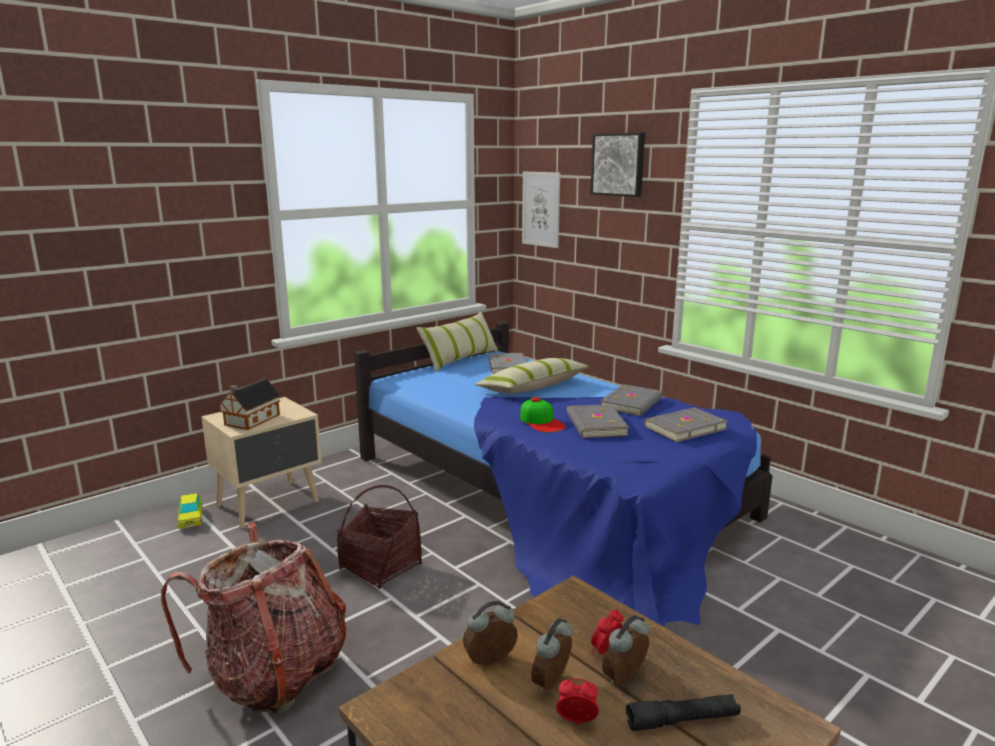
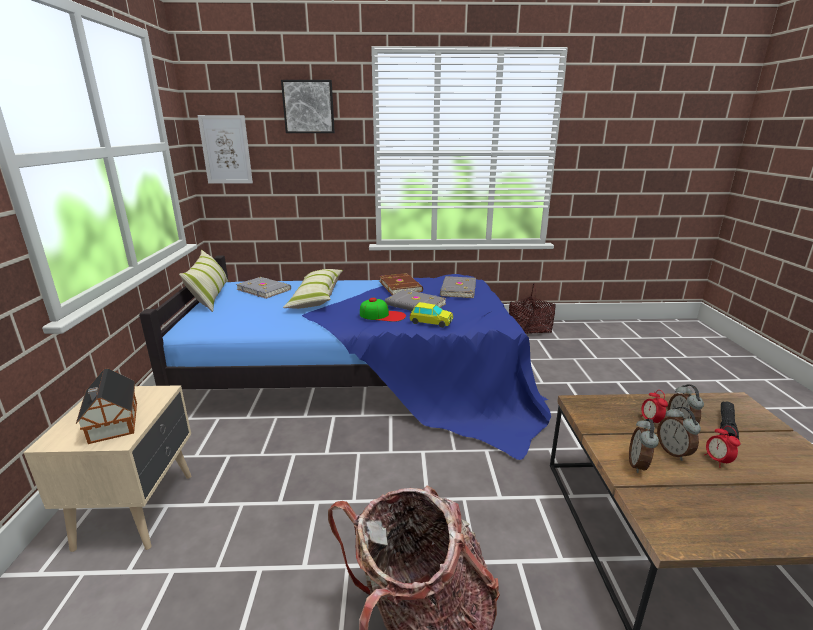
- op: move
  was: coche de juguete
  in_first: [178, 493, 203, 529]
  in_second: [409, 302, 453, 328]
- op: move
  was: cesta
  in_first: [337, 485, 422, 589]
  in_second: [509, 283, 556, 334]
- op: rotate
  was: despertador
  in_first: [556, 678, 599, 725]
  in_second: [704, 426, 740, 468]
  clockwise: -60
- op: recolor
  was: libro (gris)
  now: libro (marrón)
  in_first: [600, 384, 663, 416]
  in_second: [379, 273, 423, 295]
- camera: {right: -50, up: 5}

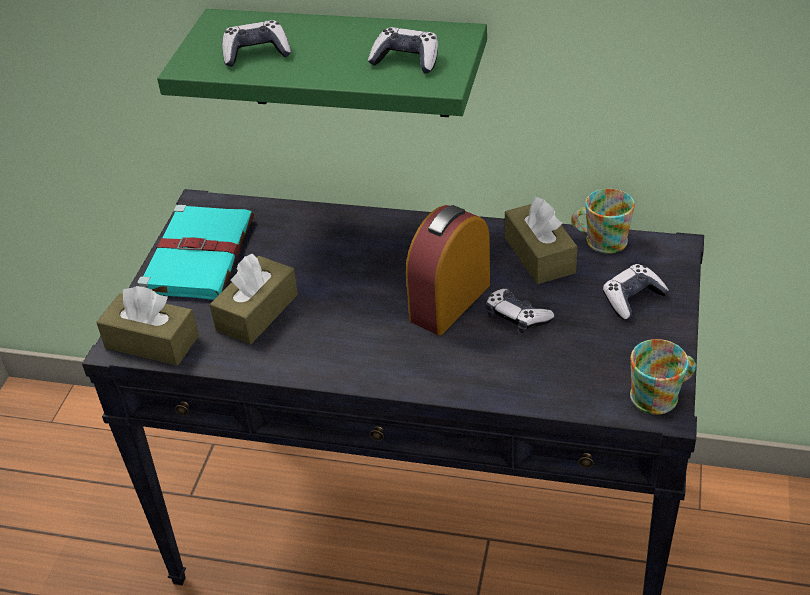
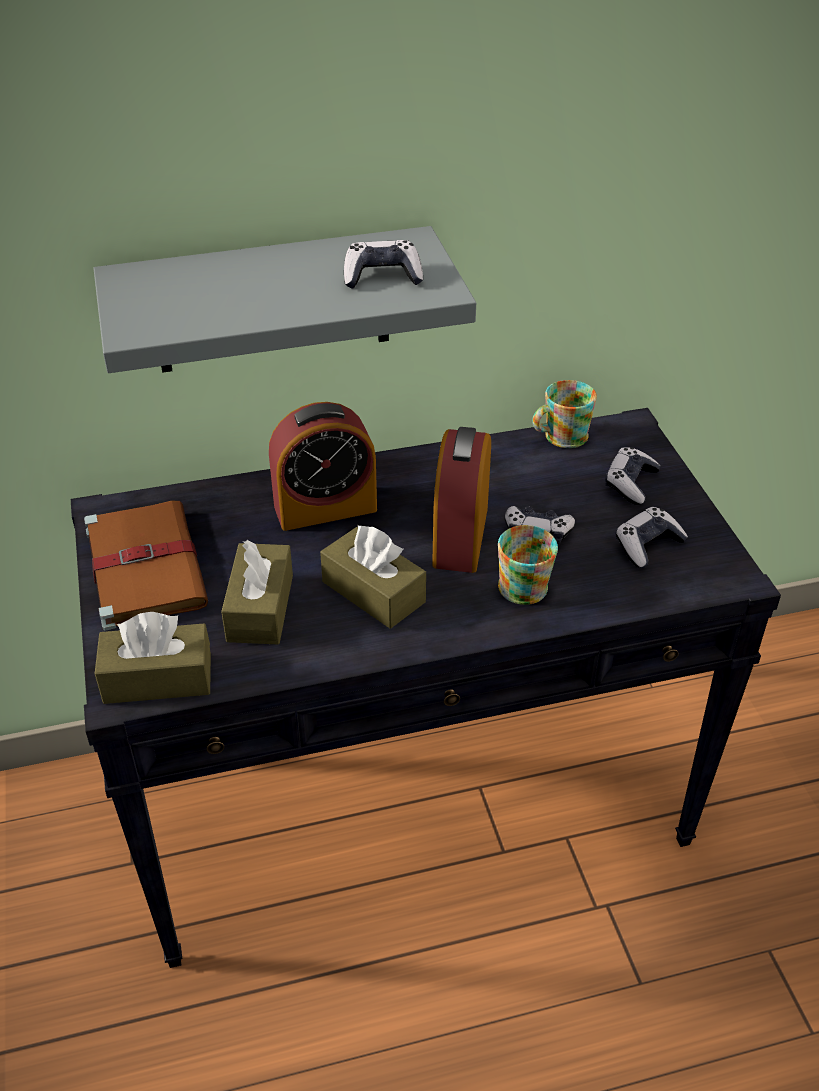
- op: recolor
  was: libro (turquesa)
  now: libro (marrón)
  in_first: [137, 205, 254, 300]
  in_second: [84, 501, 208, 631]
- op: recolor
  was: estante (verde)
  now: estante (gris)
  in_first: [157, 9, 487, 117]
  in_second: [93, 226, 476, 373]
- op: move
  was: mando de consola
  in_first: [222, 20, 291, 67]
  in_second: [616, 507, 688, 568]
- op: move
  was: caja de pañuelos (marrón)
  in_first: [505, 197, 578, 284]
  in_second: [320, 526, 426, 629]
- op: move
  was: taza grande
  in_first: [630, 339, 696, 415]
  in_second: [498, 525, 558, 605]
- op: insert
  now: despertador
  in_second: [269, 402, 377, 531]
- camera: {right: -30, up: 0}

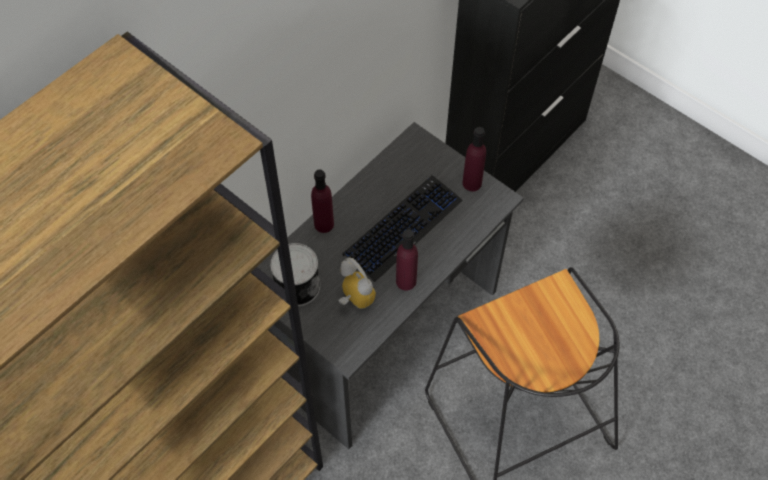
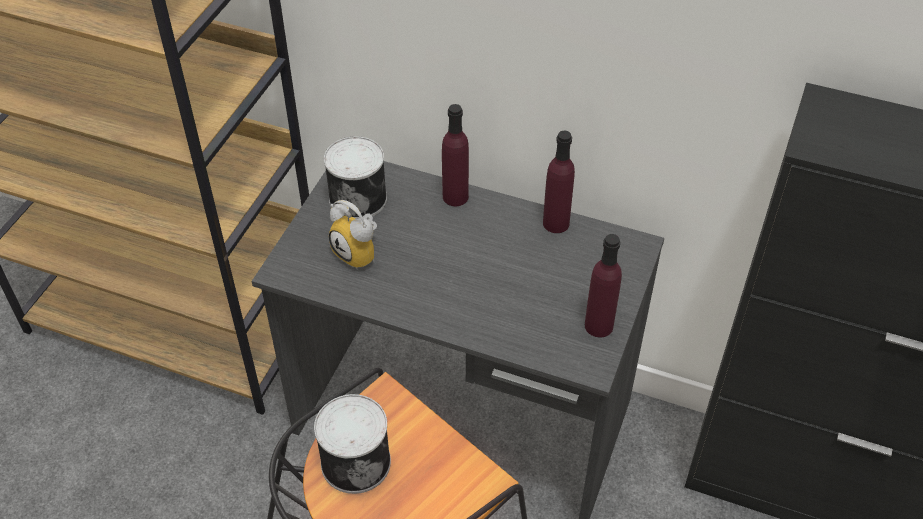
- op: rotate
  was: despertador
  in_first: [338, 257, 376, 309]
  in_second: [329, 200, 377, 270]
  clockwise: 105
- op: delete
  was: teclado
  in_first: [342, 175, 463, 282]
- op: move
  was: botella (morado)
  in_first: [396, 229, 418, 291]
  in_second: [543, 131, 575, 233]
- op: insert
  now: lata
  in_second: [314, 394, 391, 494]
- camera: {right: 70, up: -10}

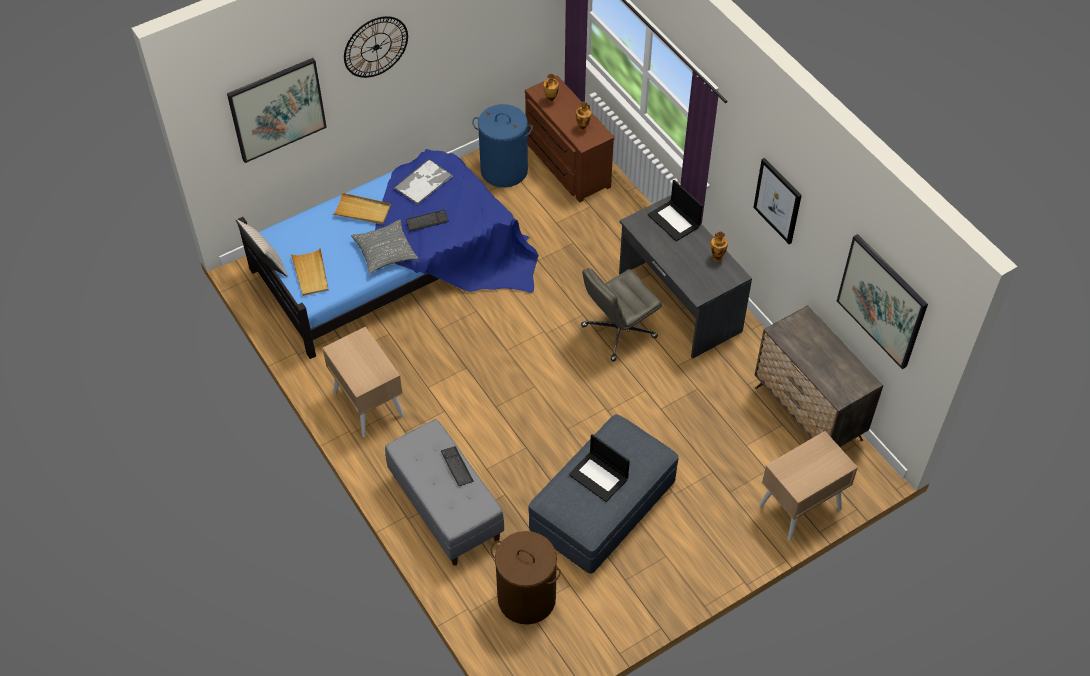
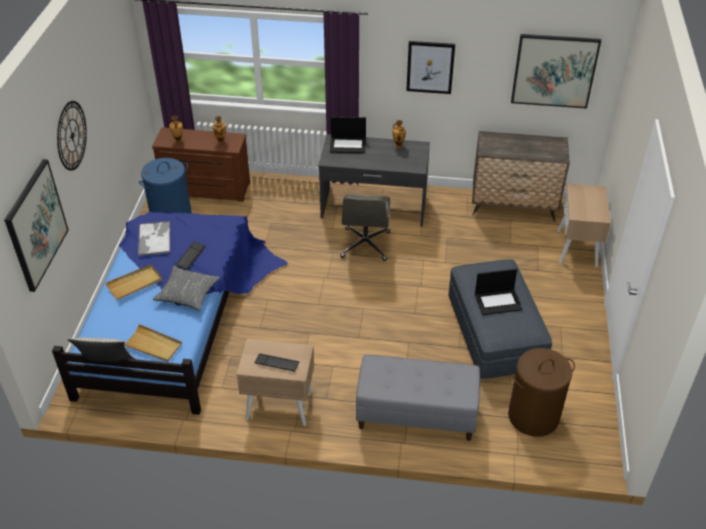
- op: move
  was: teclado
  in_first: [441, 446, 474, 486]
  in_second: [255, 353, 300, 371]
- camera: {right: -50, up: -10}

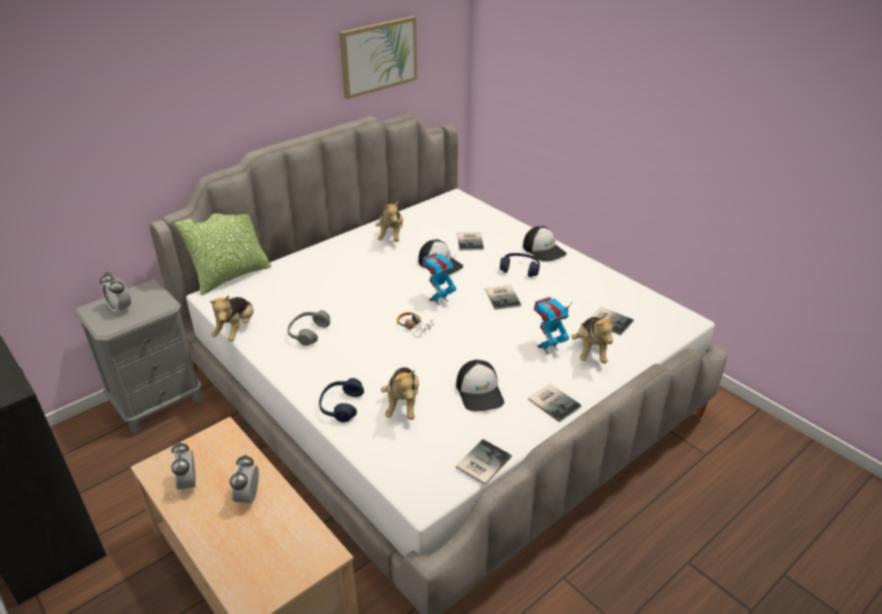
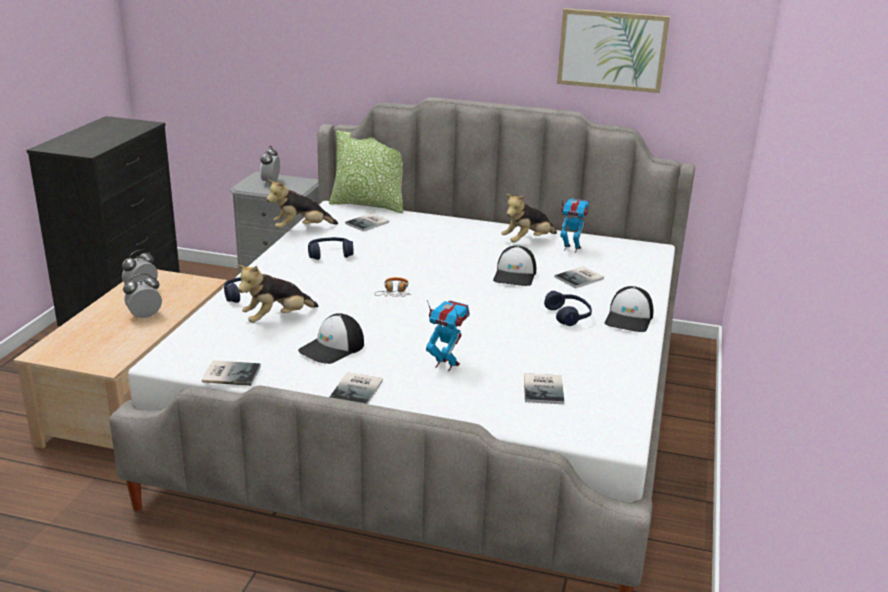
- op: recolor
  was: auriculares (gris)
  now: auriculares (azul)
  in_first: [288, 310, 330, 346]
  in_second: [308, 237, 353, 260]
- op: move
  was: robot de juguete
  in_first: [422, 253, 456, 305]
  in_second: [560, 196, 589, 253]
- op: move
  was: libro
  in_first: [485, 285, 521, 310]
  in_second: [345, 213, 389, 232]
- op: delete
  was: peluche
  in_first: [571, 316, 615, 363]
- camera: {right: 55, up: -10}

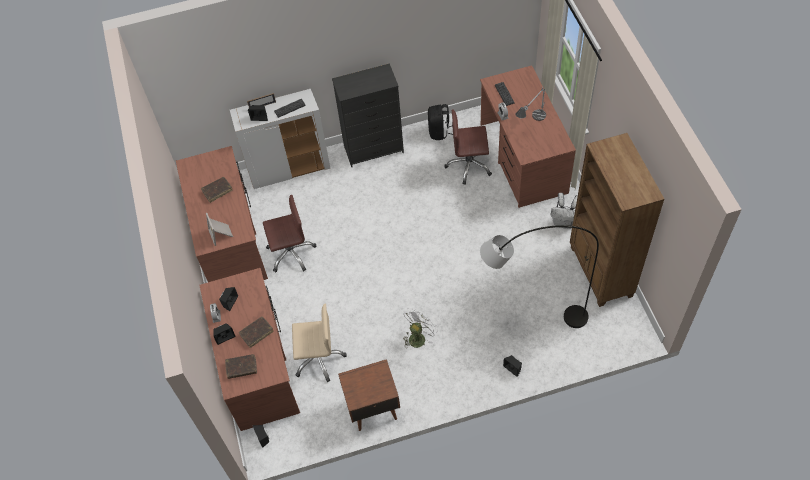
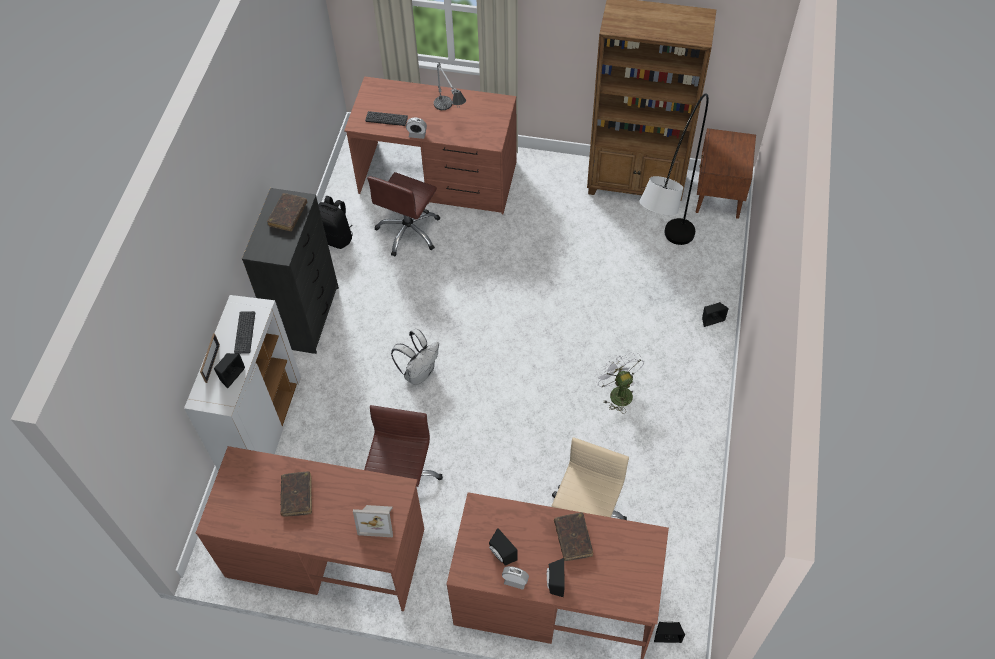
- op: move
  was: libro (marrón)
  in_first: [225, 354, 257, 379]
  in_second: [267, 193, 307, 231]
- op: move
  was: mesita de noche (marrón)
  in_first: [338, 359, 400, 431]
  in_second: [695, 128, 756, 219]
- op: move
  was: mochila (blanco)
  in_first: [551, 193, 578, 229]
  in_second: [391, 329, 439, 385]
- camera: {right: -65, up: 0}

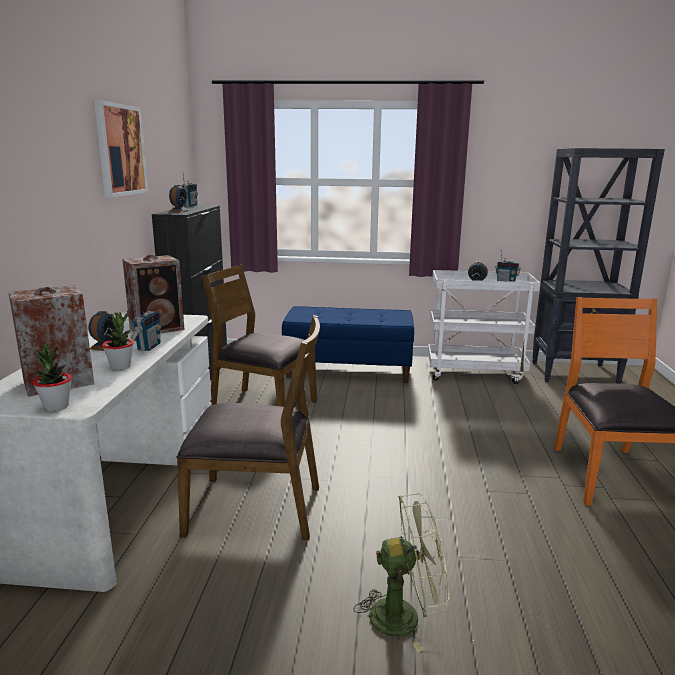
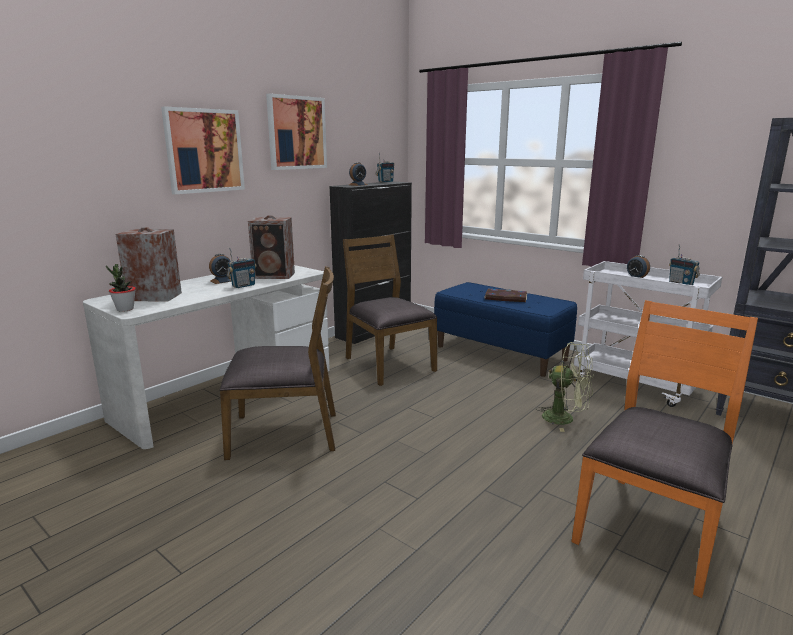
- op: delete
  was: planta en maceta
  in_first: [102, 311, 134, 370]
- op: rotate
  was: silla (marrón)
  in_first: [177, 315, 320, 540]
  in_second: [220, 266, 336, 460]
  clockwise: -45
- op: move
  was: ventilador (verde)
  in_first: [354, 493, 449, 653]
  in_second: [536, 342, 594, 432]
- op: insert
  now: cuadro
  in_second: [161, 106, 245, 194]
- op: insert
  now: libro
  in_second: [484, 289, 527, 302]
- camera: {right: 35, up: 0}

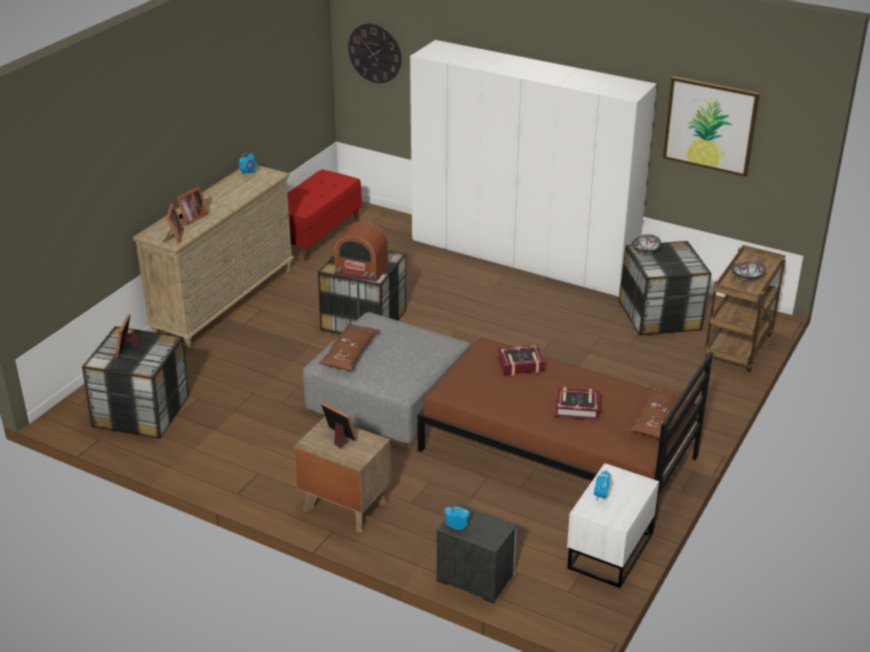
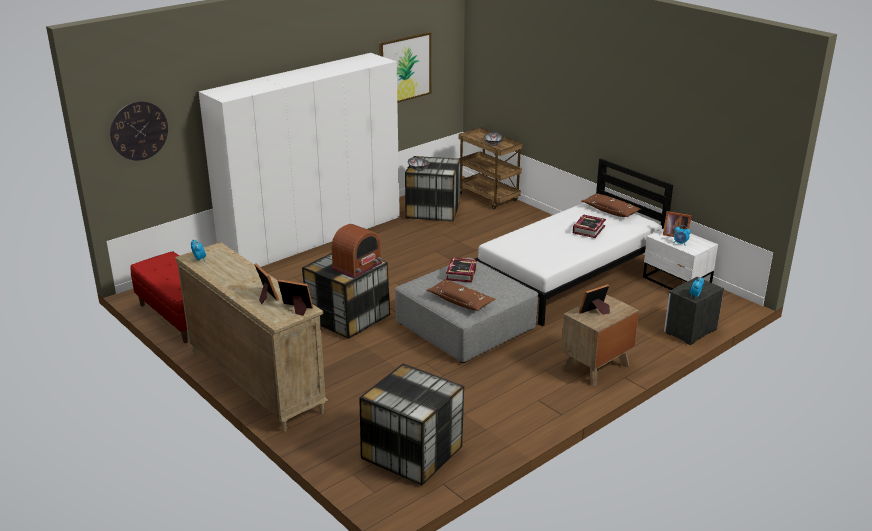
- op: move
  was: portarretratos
  in_first: [115, 314, 142, 358]
  in_second: [663, 211, 691, 237]
- op: recolor
  was: cama (marrón)
  now: cama (blanco)
  in_first: [417, 338, 713, 532]
  in_second: [474, 158, 673, 326]
- op: move
  was: libro
  in_first: [498, 344, 545, 375]
  in_second: [446, 258, 477, 283]
- camera: {right: -70, up: -5}

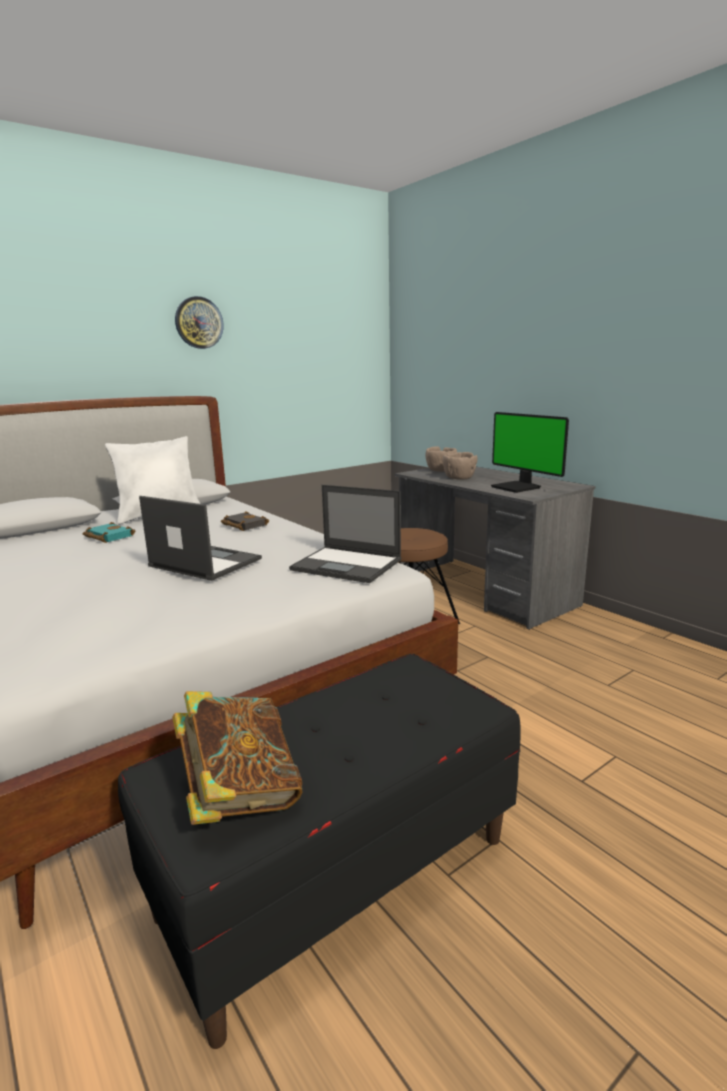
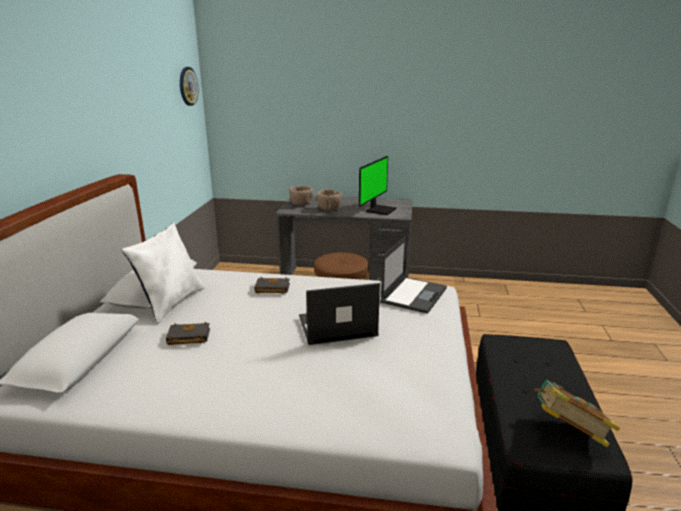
- op: recolor
  was: libro (turquesa)
  now: libro (negro)
  in_first: [83, 522, 135, 543]
  in_second: [166, 322, 210, 345]
- op: move
  was: reloj de pared
  in_first: [175, 296, 224, 349]
  in_second: [180, 67, 198, 106]
- op: rotate
  was: portátil
  in_first: [289, 485, 401, 583]
  in_second: [380, 236, 447, 314]
  clockwise: -45
- op: rotate
  was: monitor
  in_first: [491, 412, 569, 493]
  in_second: [359, 156, 397, 215]
  clockwise: -75
- camera: {right: -45, up: 5}

